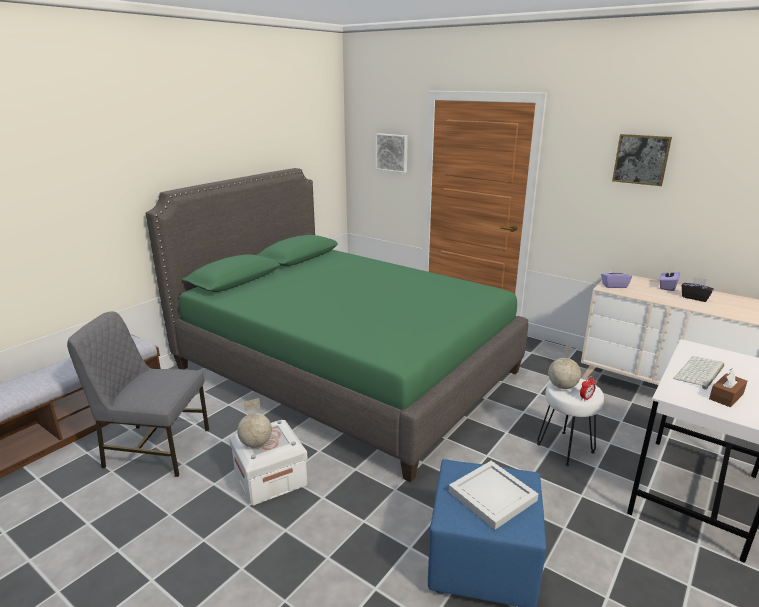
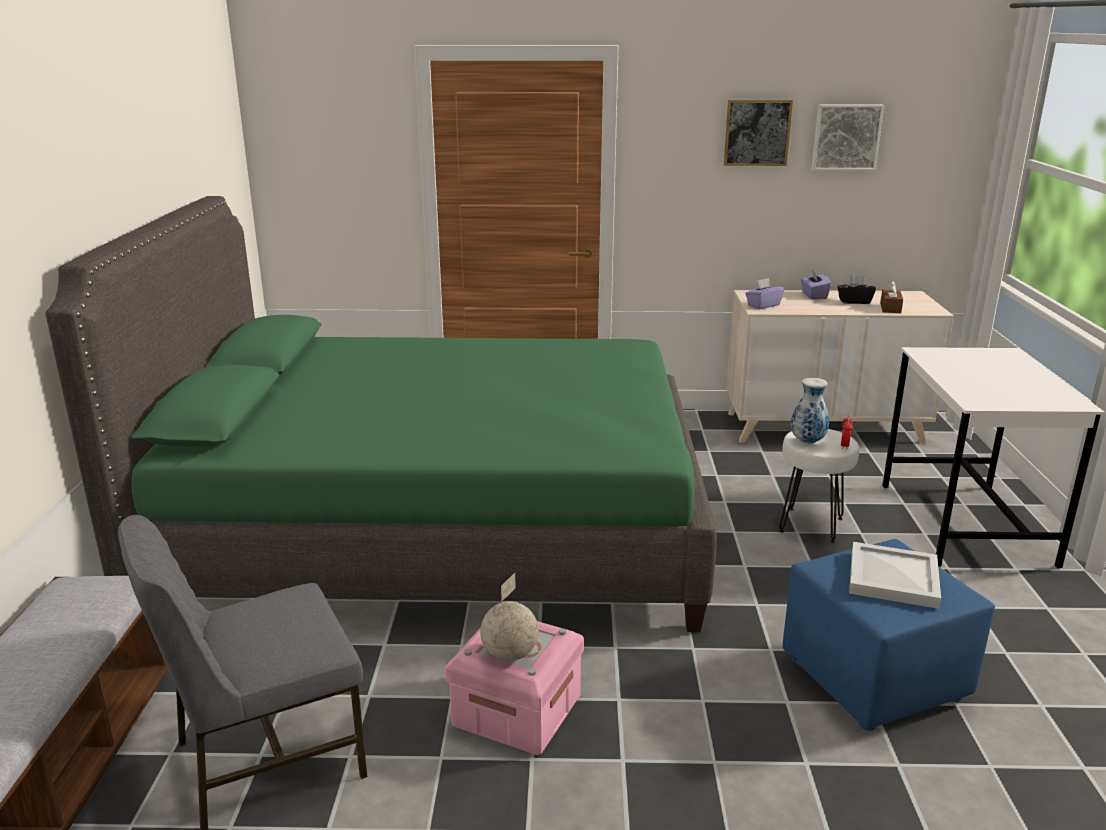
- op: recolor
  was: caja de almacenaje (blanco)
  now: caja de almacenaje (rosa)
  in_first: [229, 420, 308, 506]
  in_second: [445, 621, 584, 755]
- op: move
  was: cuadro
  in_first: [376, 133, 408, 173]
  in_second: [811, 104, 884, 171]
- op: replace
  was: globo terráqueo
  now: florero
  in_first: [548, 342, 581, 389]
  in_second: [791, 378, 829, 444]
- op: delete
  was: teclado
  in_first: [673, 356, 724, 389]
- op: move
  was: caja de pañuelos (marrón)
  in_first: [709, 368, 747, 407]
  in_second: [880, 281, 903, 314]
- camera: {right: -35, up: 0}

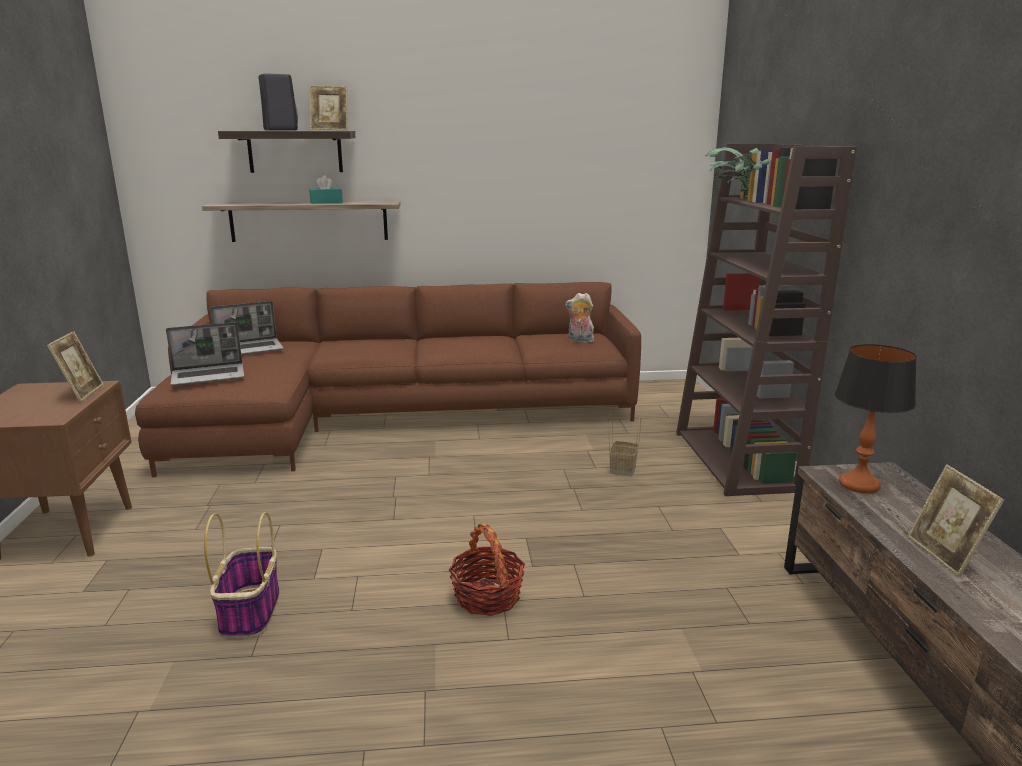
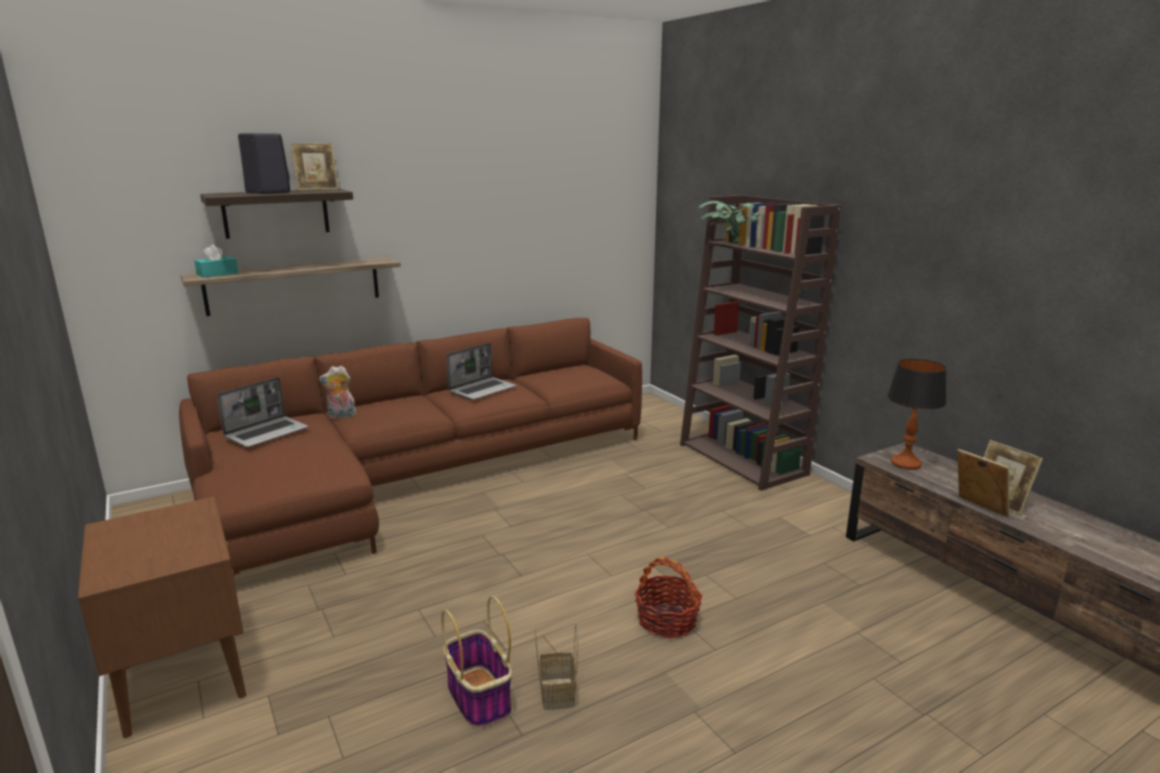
- op: move
  was: portarretratos
  in_first: [47, 331, 104, 402]
  in_second: [957, 449, 1009, 517]
- op: move
  was: portátil
  in_first: [166, 322, 245, 386]
  in_second: [446, 343, 516, 400]
- op: move
  was: caja de pañuelos (turquesa)
  in_first: [309, 175, 343, 204]
  in_second: [194, 244, 239, 278]
- op: move
  was: peluche
  in_first: [565, 293, 594, 343]
  in_second: [319, 366, 359, 419]
- op: move
  was: cesta
  in_first: [609, 413, 641, 476]
  in_second: [534, 623, 578, 710]
- camera: {right: -25, up: 0}

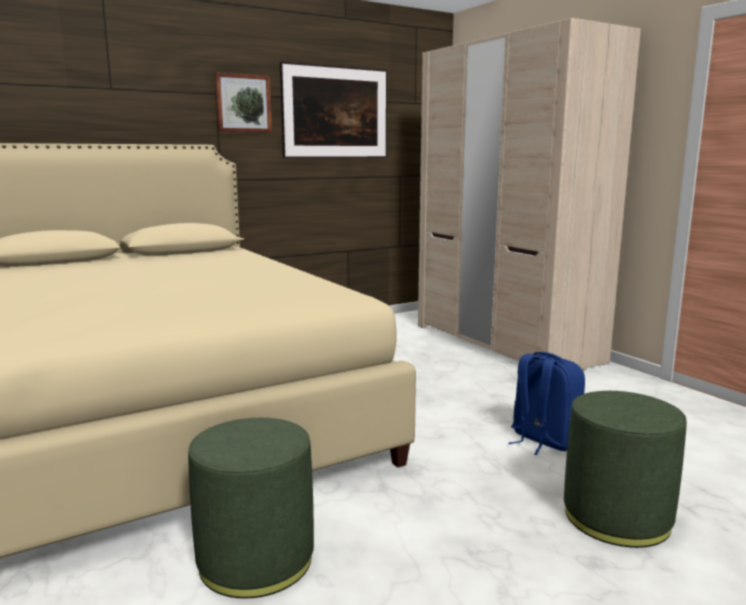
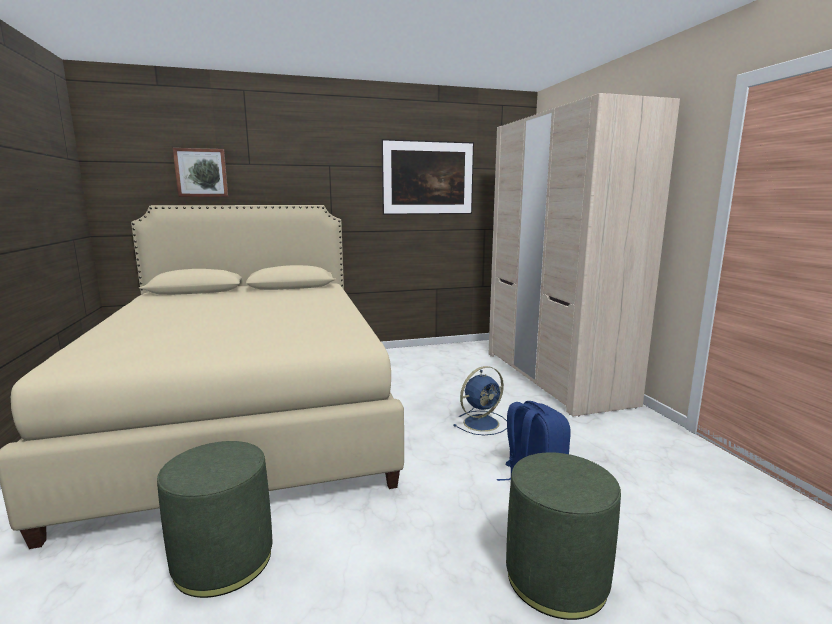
- op: move
  was: cuadro
  in_first: [215, 73, 272, 132]
  in_second: [173, 148, 228, 197]
- op: insert
  now: ventilador (azul)
  in_second: [454, 366, 507, 435]
- camera: {right: 15, up: 0}

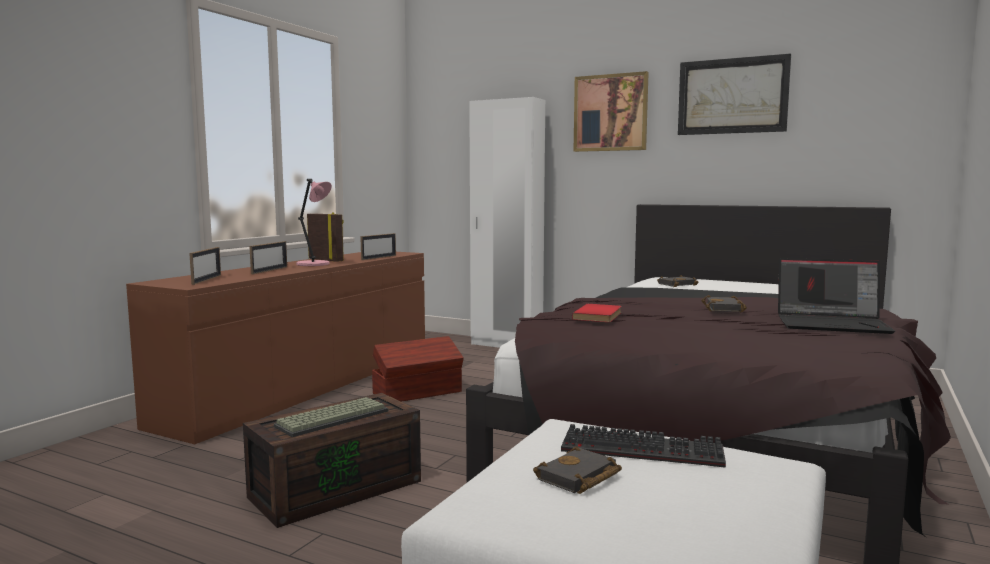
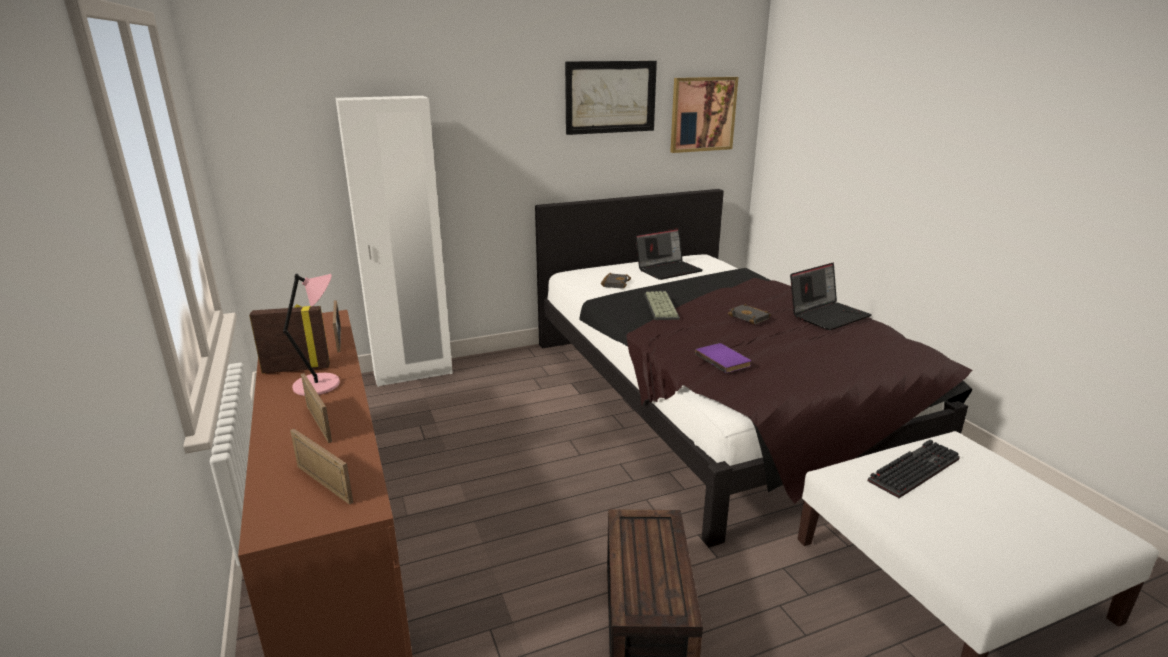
- op: move
  was: teclado
  in_first: [274, 397, 388, 437]
  in_second: [644, 291, 680, 320]
- op: delete
  was: caja de almacenaje (marrón)
  in_first: [372, 336, 464, 402]
- op: delete
  was: libro (negro)
  in_first: [533, 446, 622, 494]
- op: recolor
  was: libro (rojo)
  now: libro (morado)
  in_first: [572, 304, 622, 322]
  in_second: [695, 343, 751, 373]
- op: move
  was: cuadro
  in_first: [574, 71, 649, 152]
  in_second: [670, 77, 738, 153]
- op: insert
  now: portátil
  in_second: [635, 228, 703, 280]
- camera: {right: -50, up: 15}

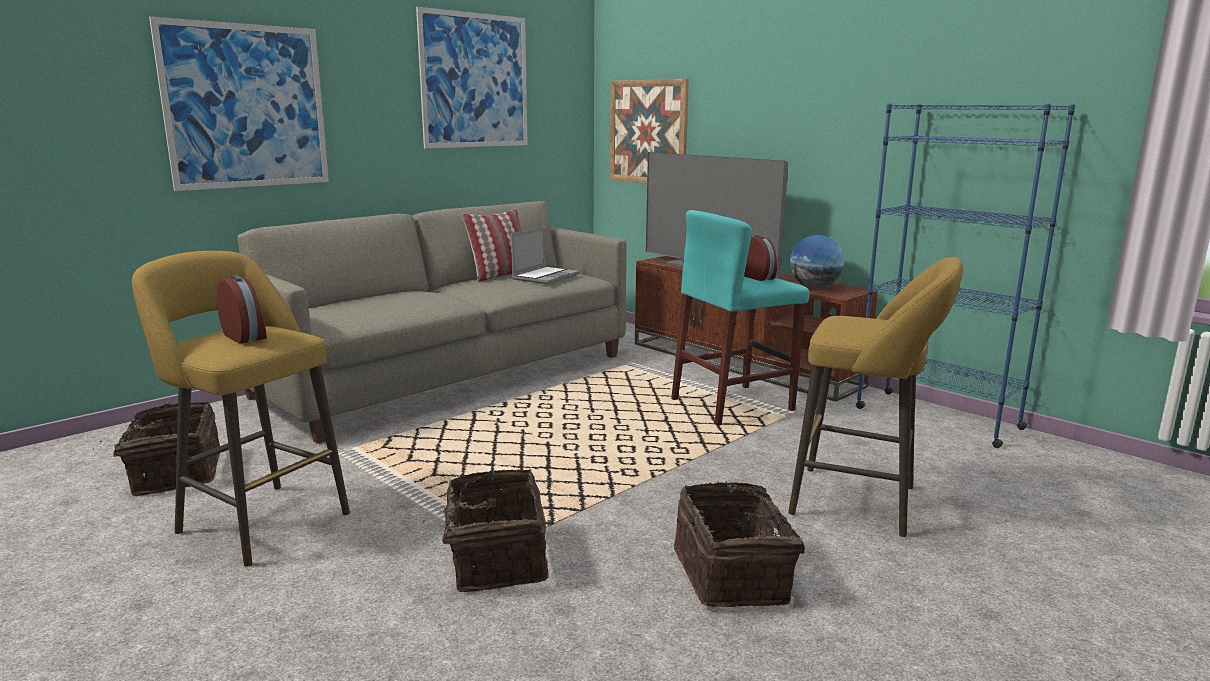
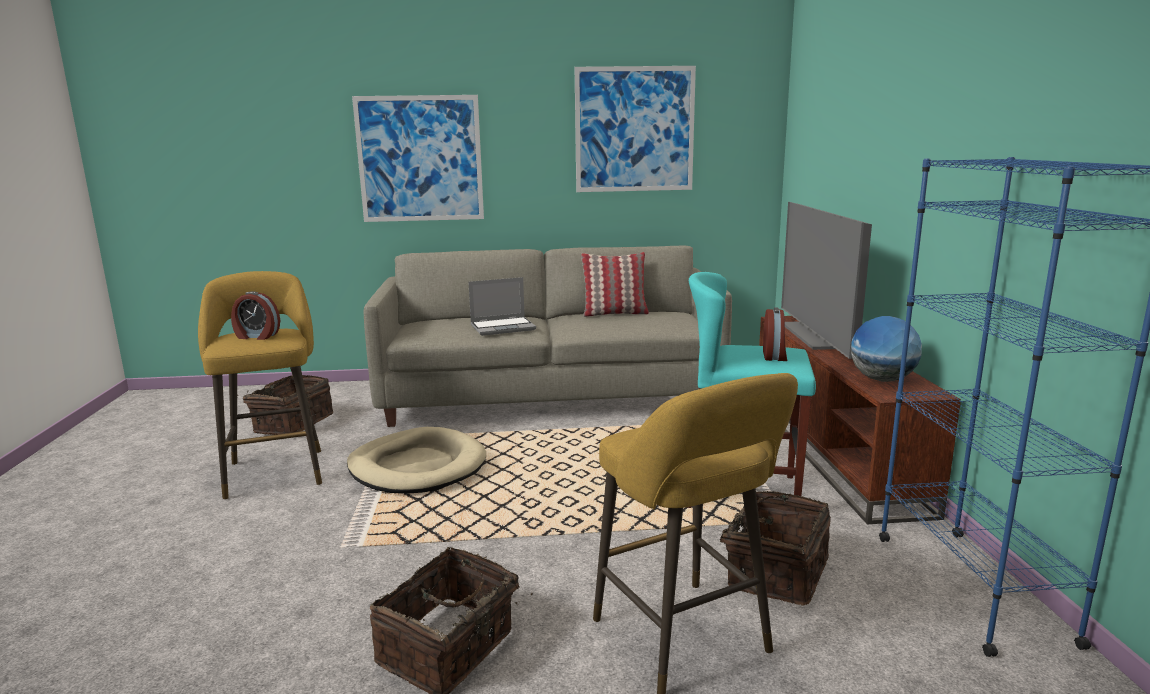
- op: rotate
  was: despertador
  in_first: [217, 275, 267, 343]
  in_second: [231, 291, 280, 340]
  clockwise: 105
- op: move
  was: cesta
  in_first: [422, 469, 549, 593]
  in_second: [704, 491, 831, 606]
- op: move
  was: portátil
  in_first: [511, 226, 579, 284]
  in_second: [468, 277, 536, 336]
- op: delete
  was: cuadro
  in_first: [610, 79, 689, 183]
- op: insert
  now: cama para perro (beis)
  in_second: [347, 427, 486, 494]
- camera: {right: 40, up: 0}

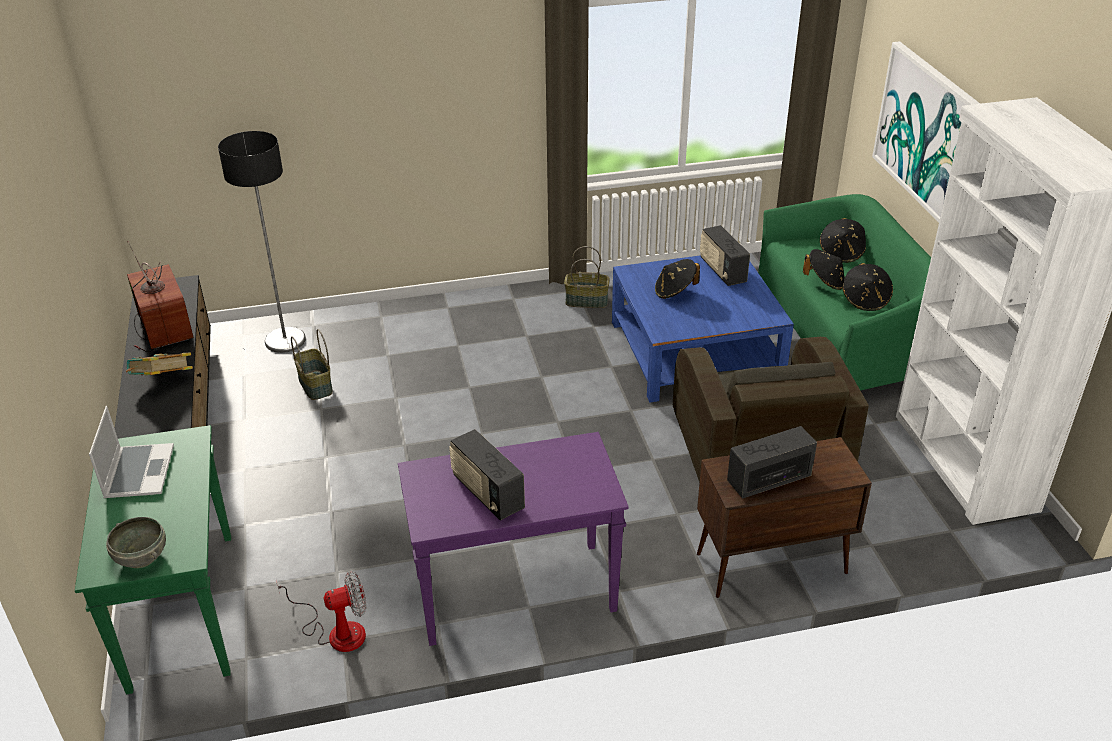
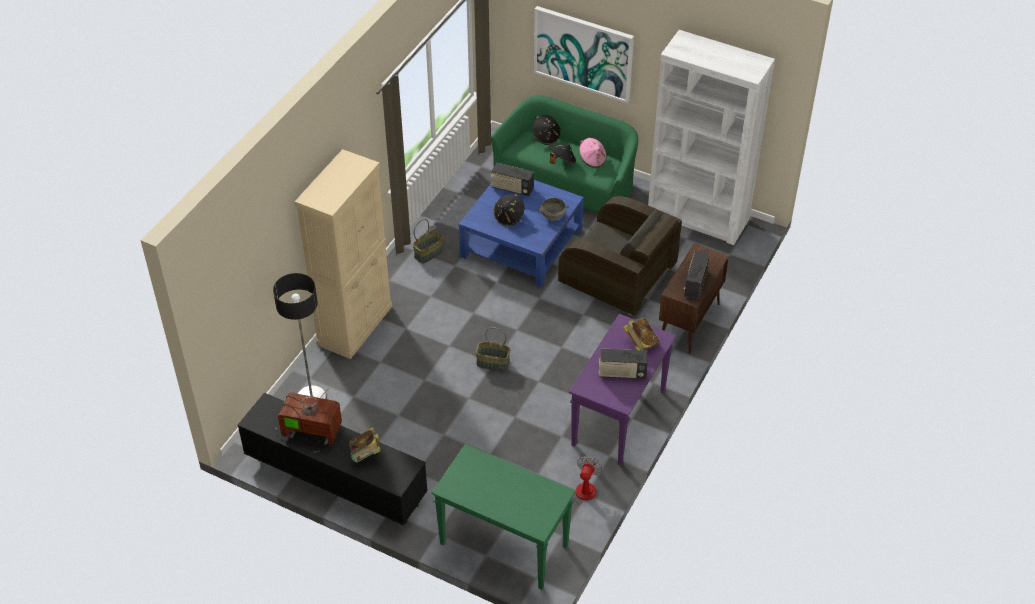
- op: delete
  was: portátil
  in_first: [89, 406, 174, 498]
- op: move
  was: cuenco (gris)
  in_first: [106, 517, 166, 568]
  in_second: [538, 198, 569, 221]
- op: move
  was: cesta
  in_first: [291, 329, 333, 400]
  in_second: [475, 327, 511, 371]
- op: recolor
  was: sombrero (negro)
  now: sombrero (rosa)
  in_first: [843, 263, 893, 311]
  in_second: [579, 138, 606, 168]
- op: insert
  now: armario (beis)
  in_second: [295, 149, 392, 359]
- op: insert
  now: libro
  in_second: [622, 318, 660, 350]
- camera: {right: -50, up: 10}

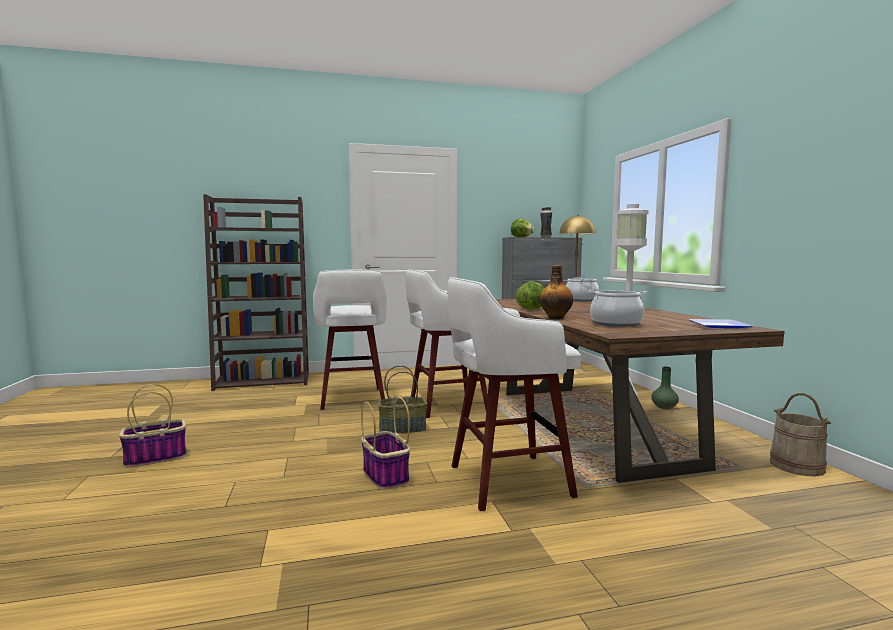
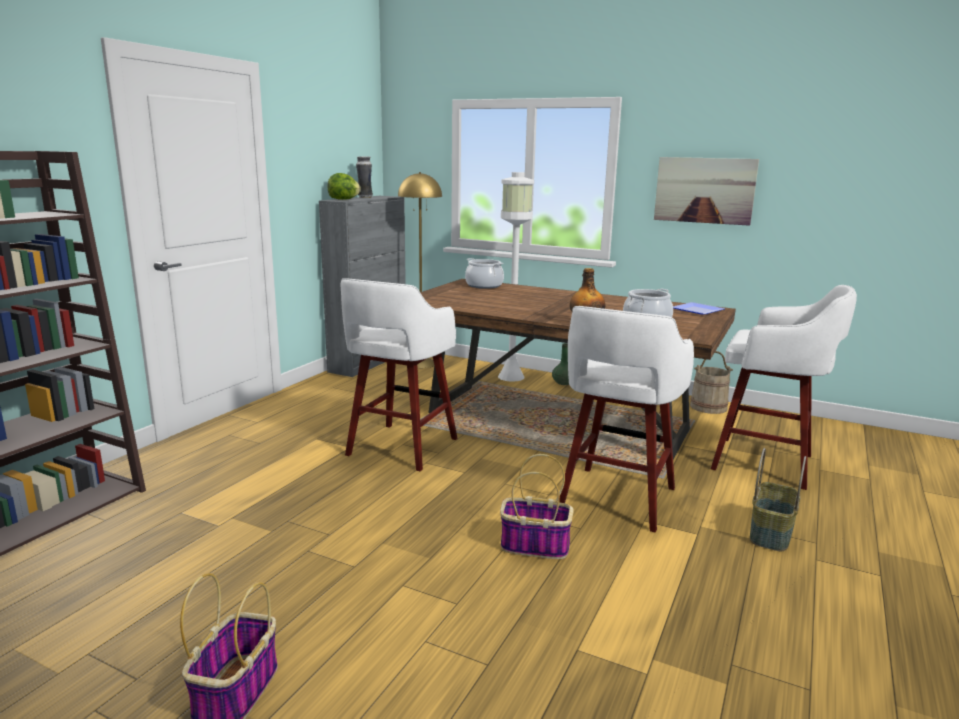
- op: move
  was: taburete (blanco)
  in_first: [313, 270, 387, 410]
  in_second: [711, 285, 857, 490]
- op: move
  was: cesta
  in_first: [378, 365, 427, 434]
  in_second: [750, 448, 806, 551]
- op: delete
  was: lechuga
  in_first: [516, 281, 545, 309]
- op: insert
  now: cuadro
  in_second: [654, 157, 759, 226]
- camera: {right: -50, up: 10}

